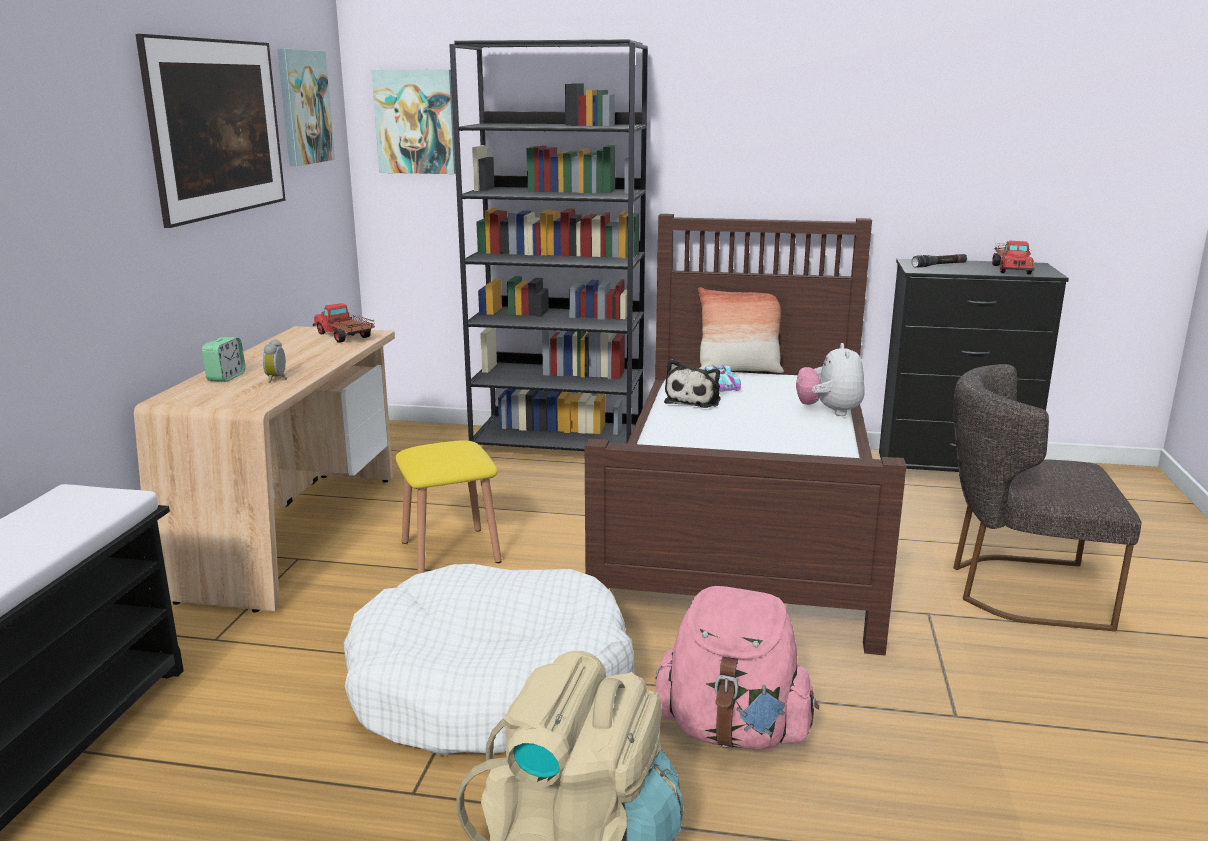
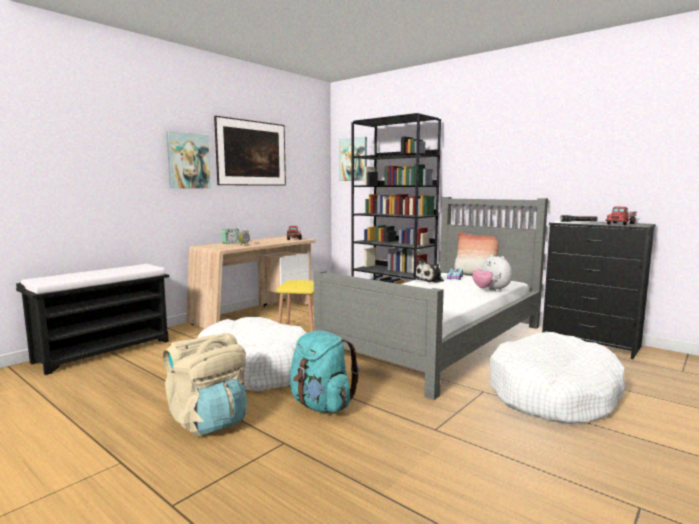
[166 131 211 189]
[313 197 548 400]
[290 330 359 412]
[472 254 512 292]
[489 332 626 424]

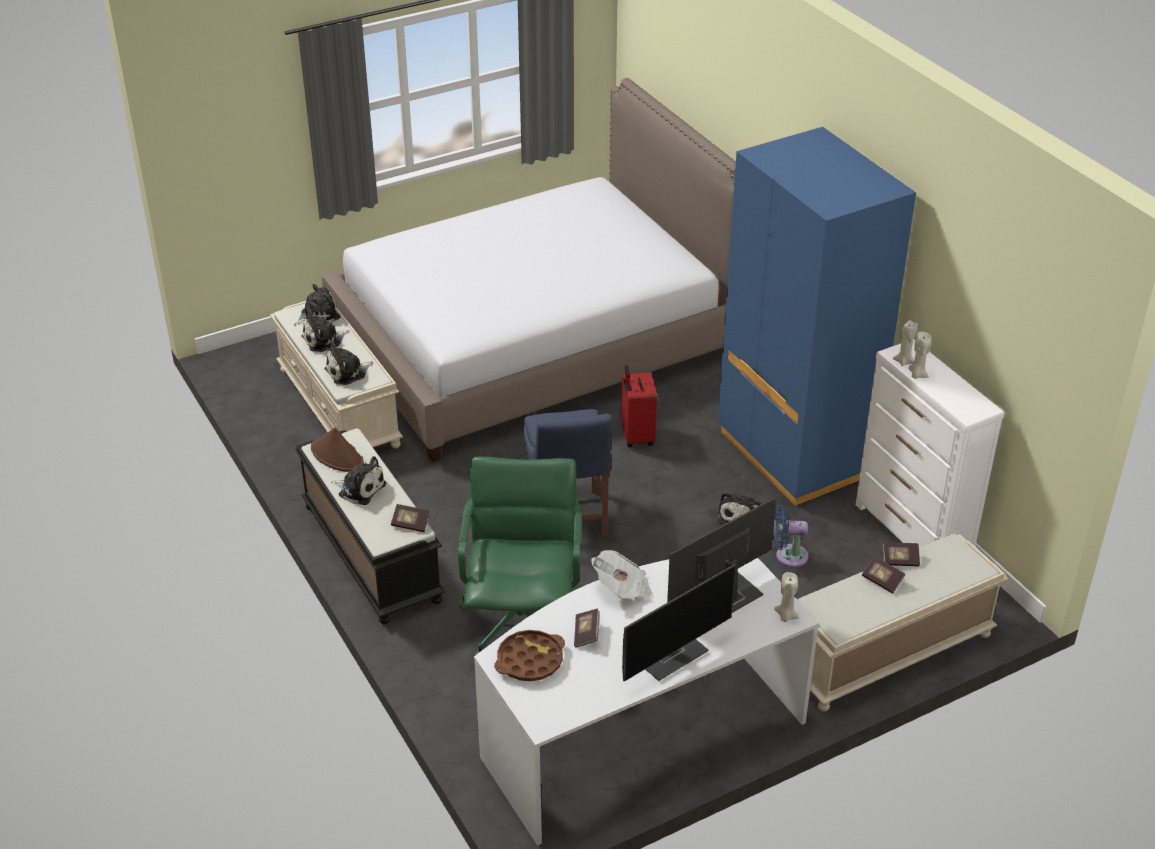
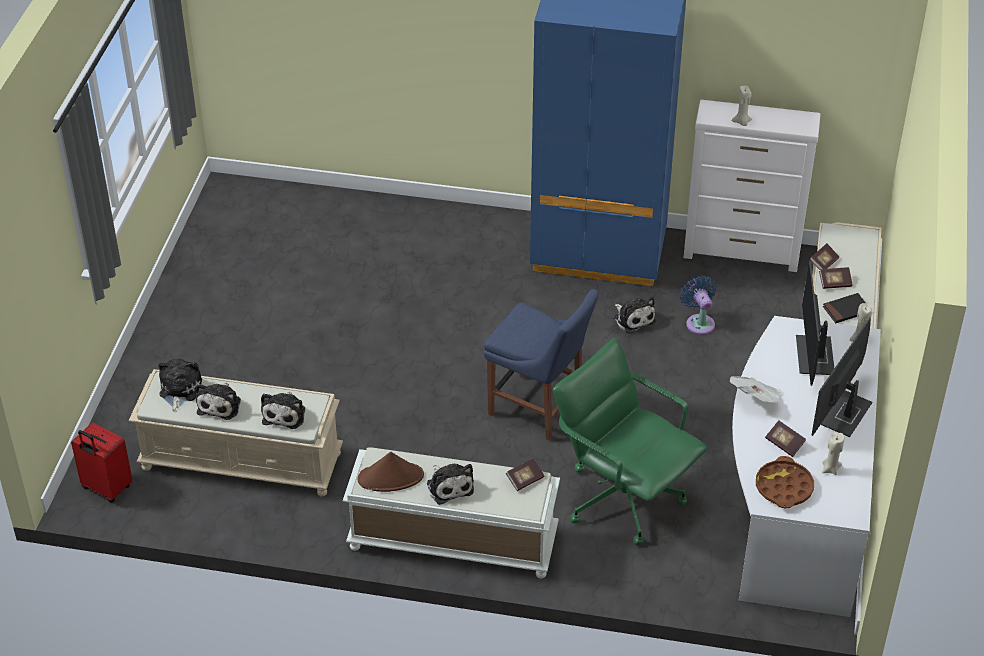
[343 447 560 579]
[322 78 736 462] (first image)
[427 464 474 505]
[71 423 133 502]
[812 318 873 437]
[680 276 717 335]
[822 433 844 475]
[823 293 866 323]

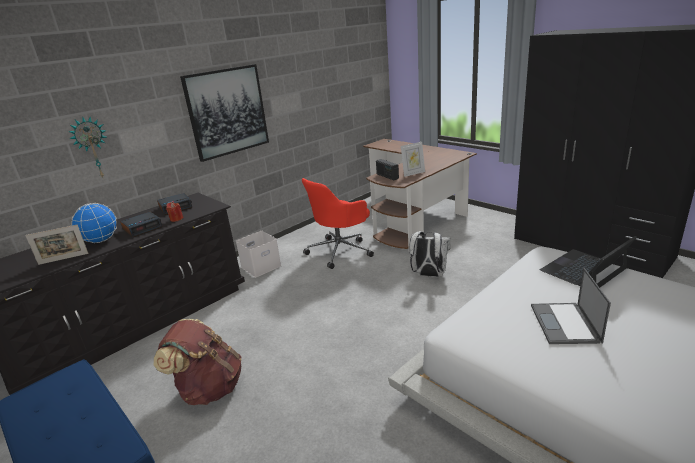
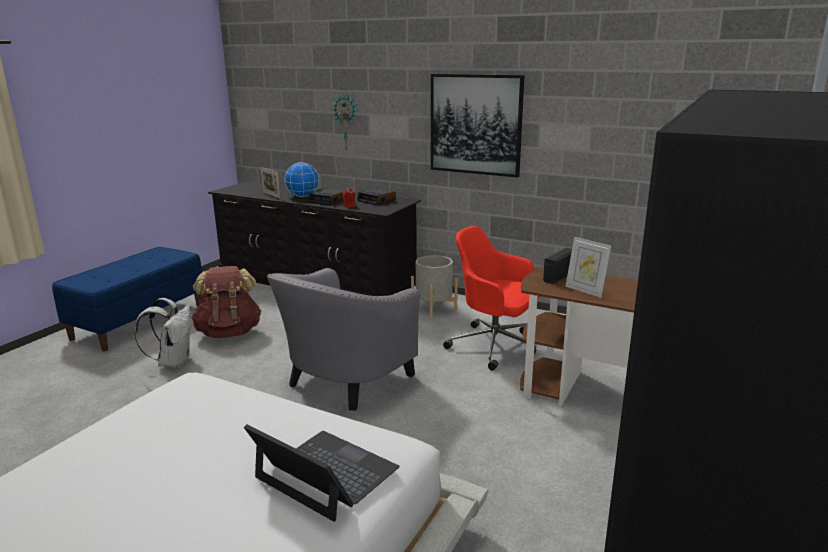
[411 255 458 318]
[135 298 191 368]
[531 268 611 344] (first image)
[267 268 420 411]

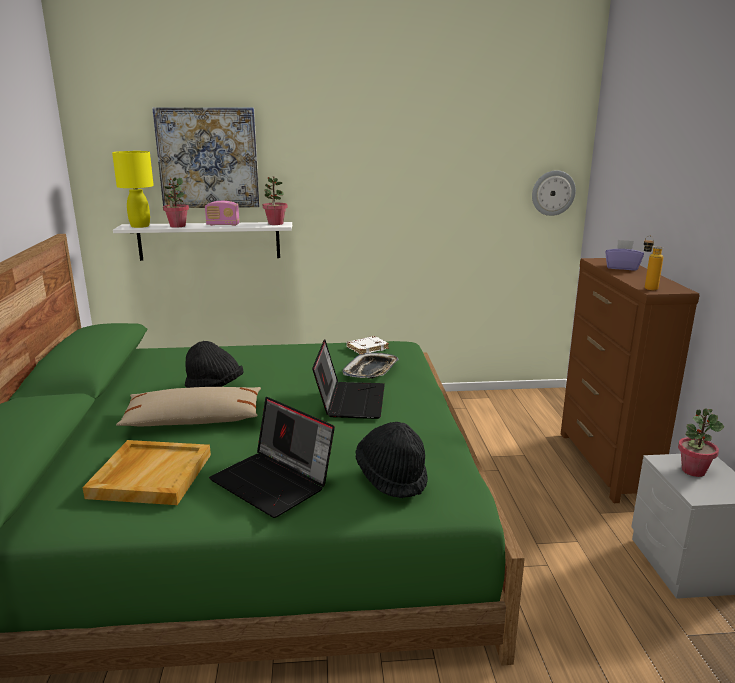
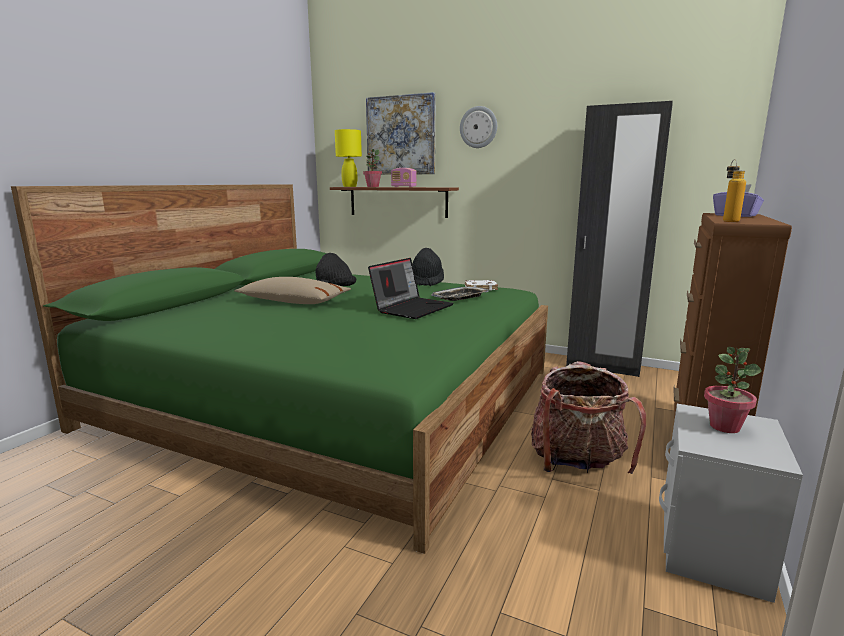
[83 440 211 505] (first image)
[330 187 459 218]
[209 397 335 518] (first image)
[263 177 288 225] (first image)
[412 248 444 286]
[460 106 497 148]
[531 361 646 474]
[566 101 673 377]

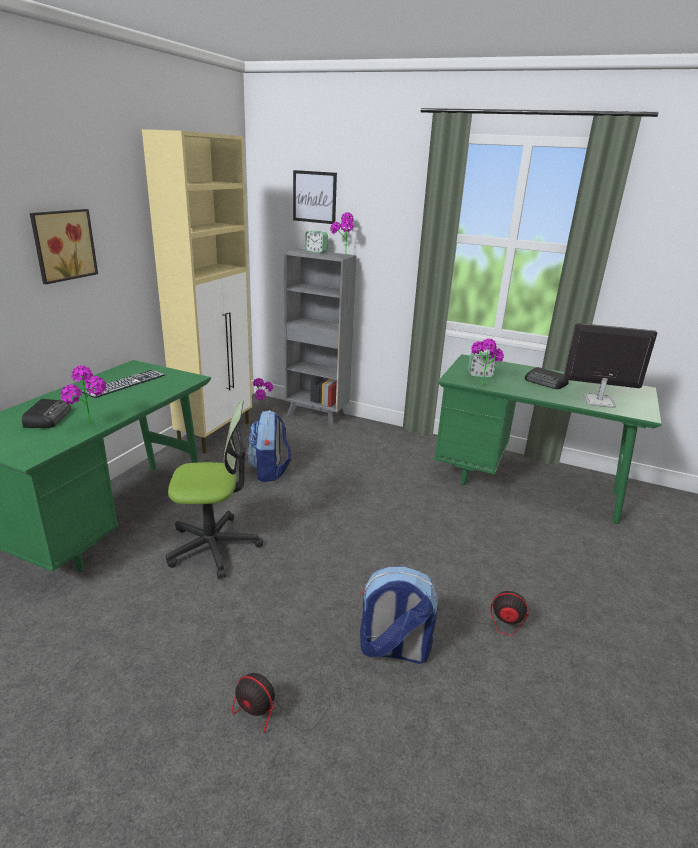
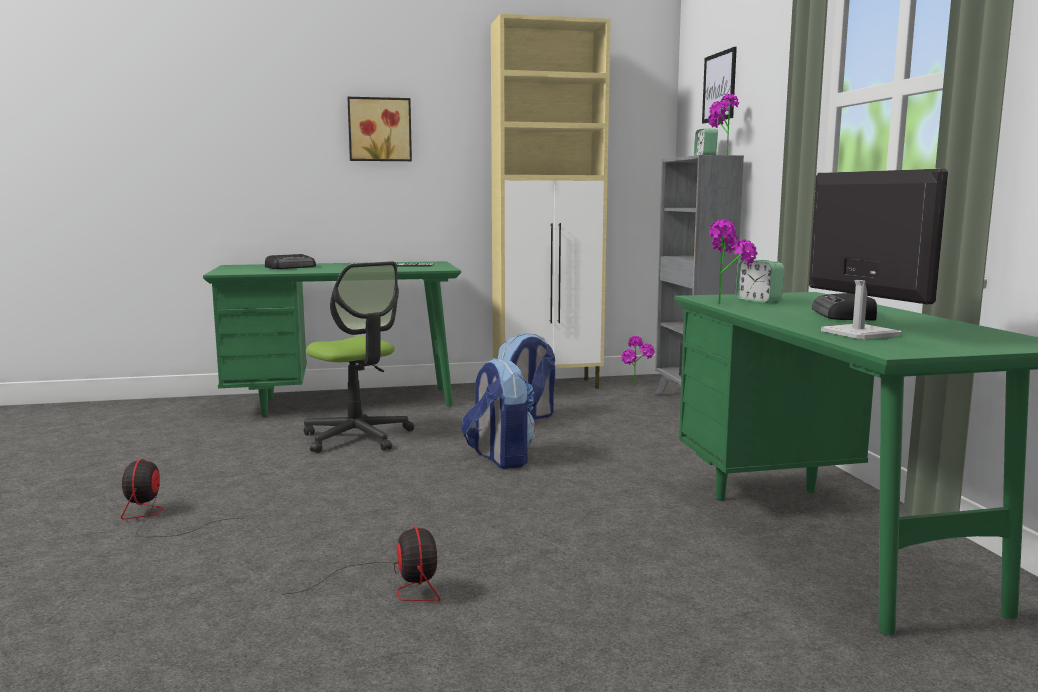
[60 365 107 424] (first image)
[461 358 535 469]

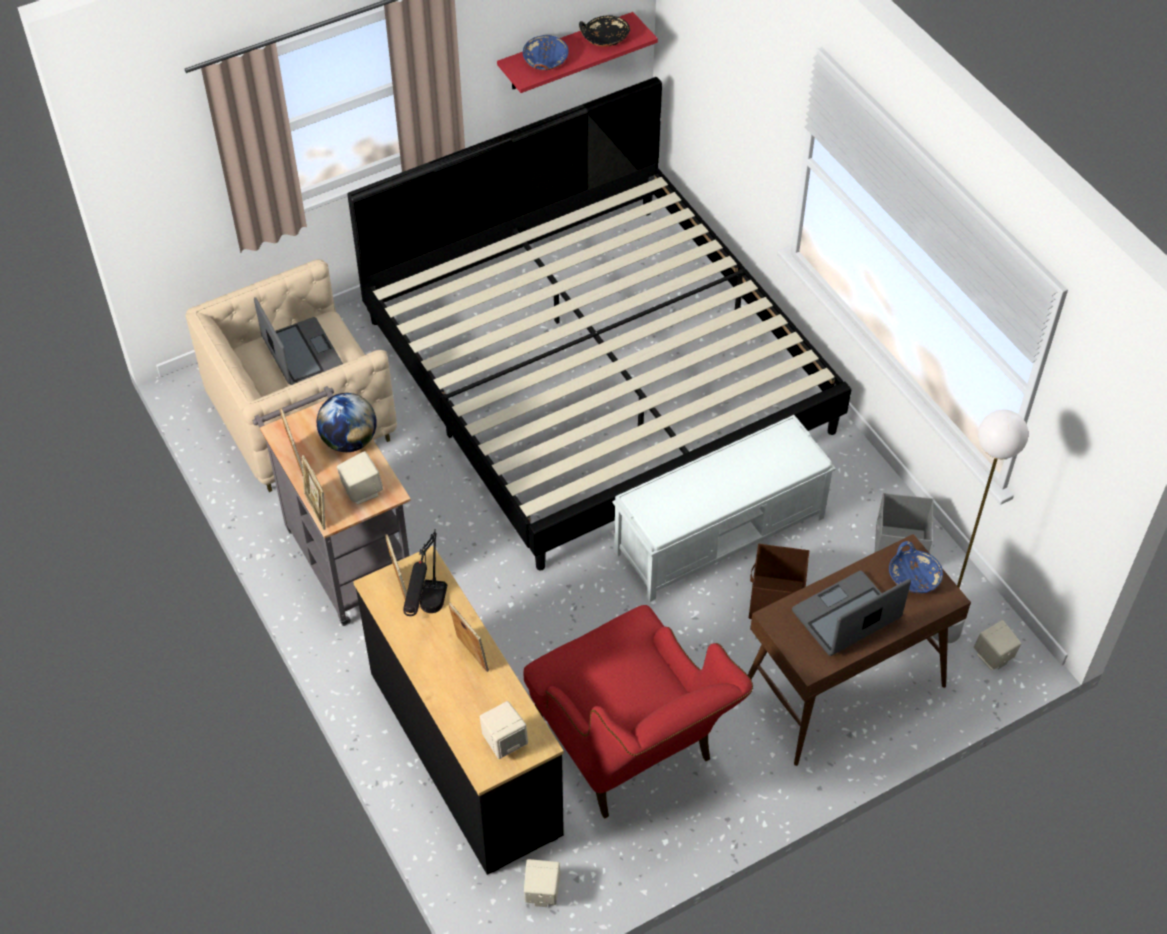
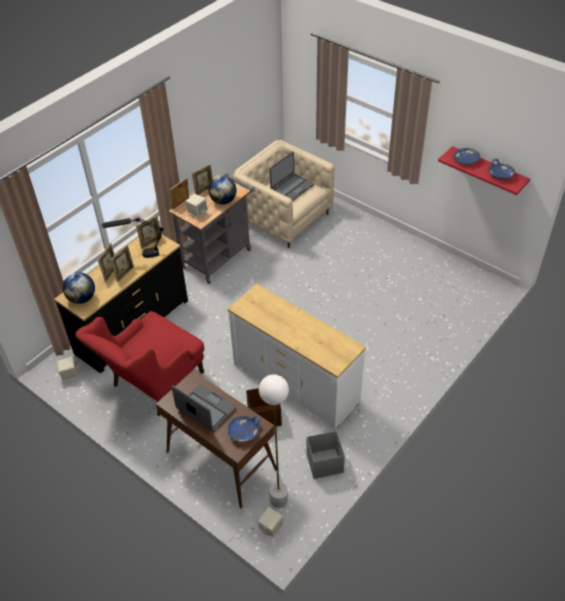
[347 77 851 570] (first image)
[63 272 95 304]
[488 158 515 179]
[227 283 366 430]
[98 243 115 282]

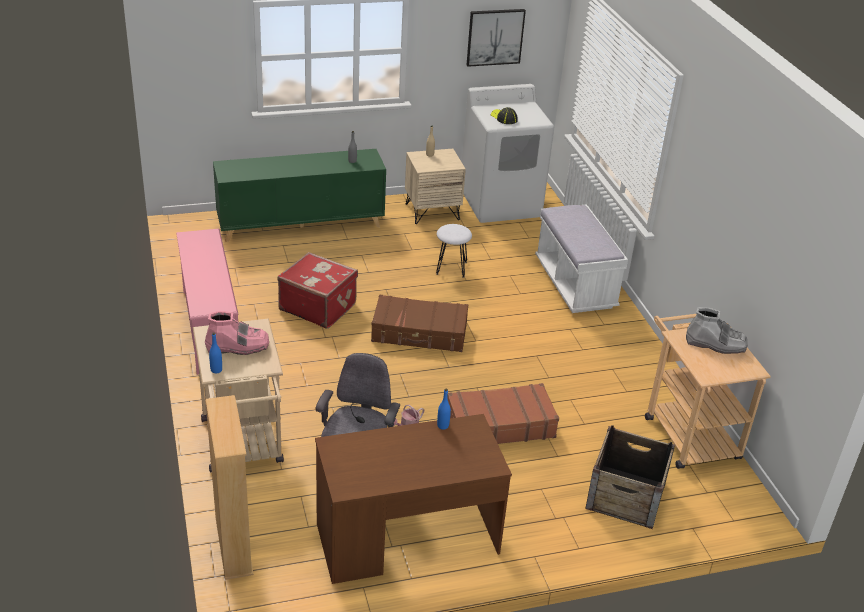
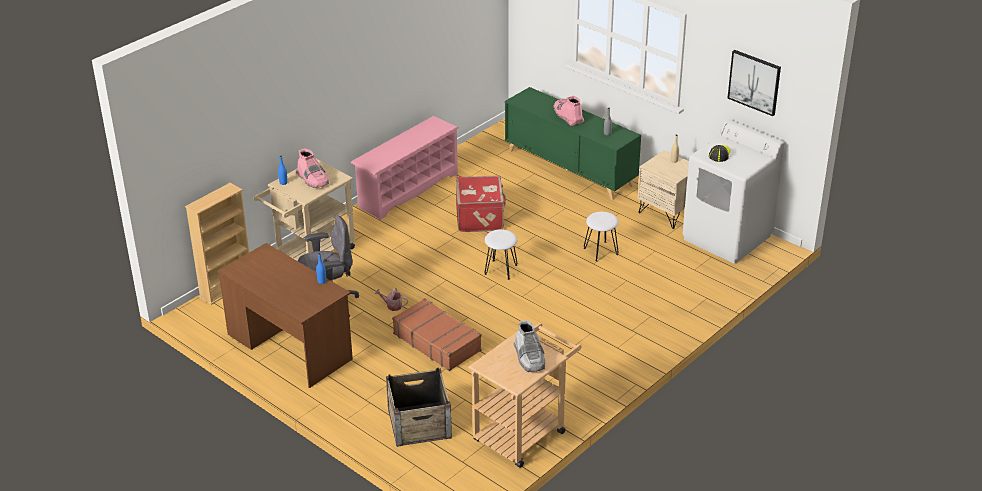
[485 229 517 280]
[535 204 628 313] (first image)
[553 96 584 126]

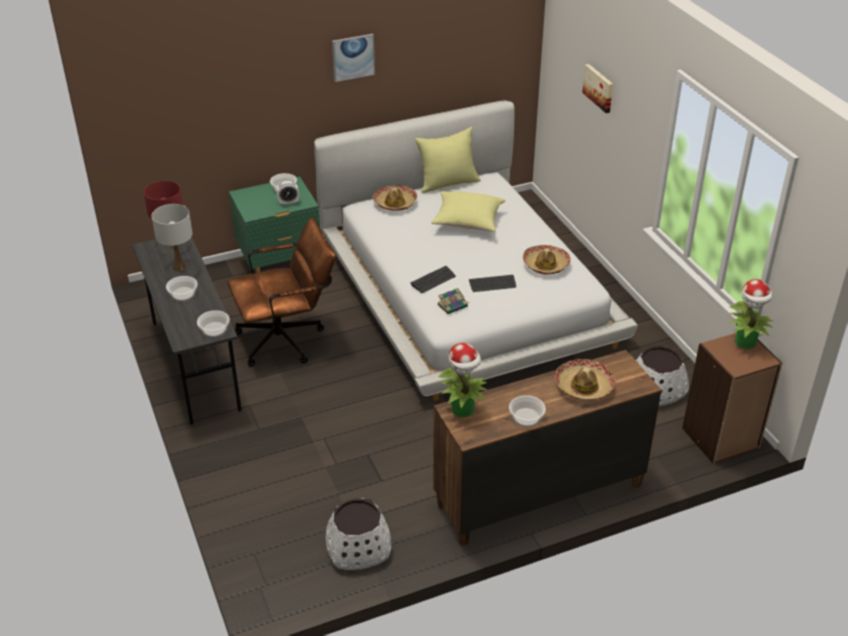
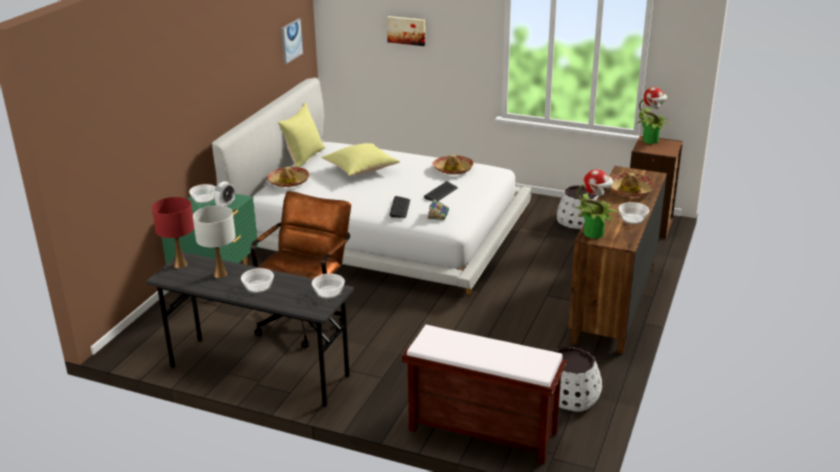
[281 18 303 64]
[402 325 567 464]

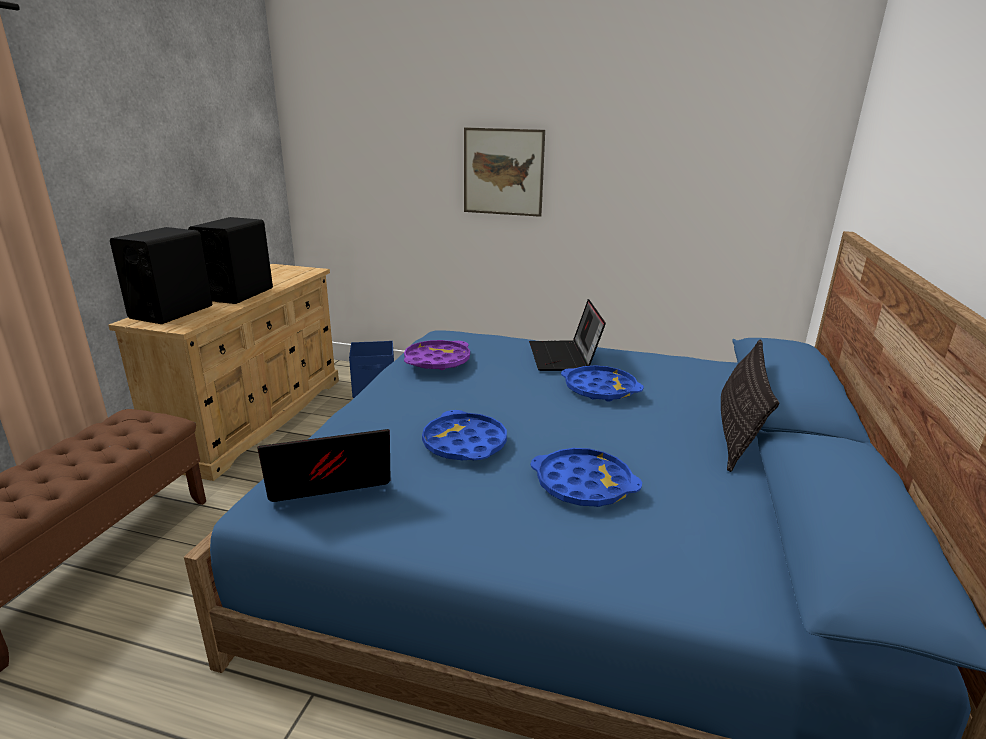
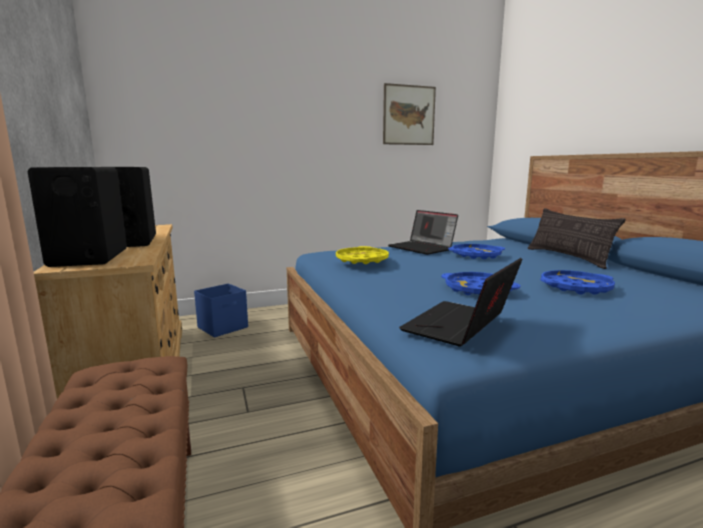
[336 246 389 264]
[383 83 436 145]

